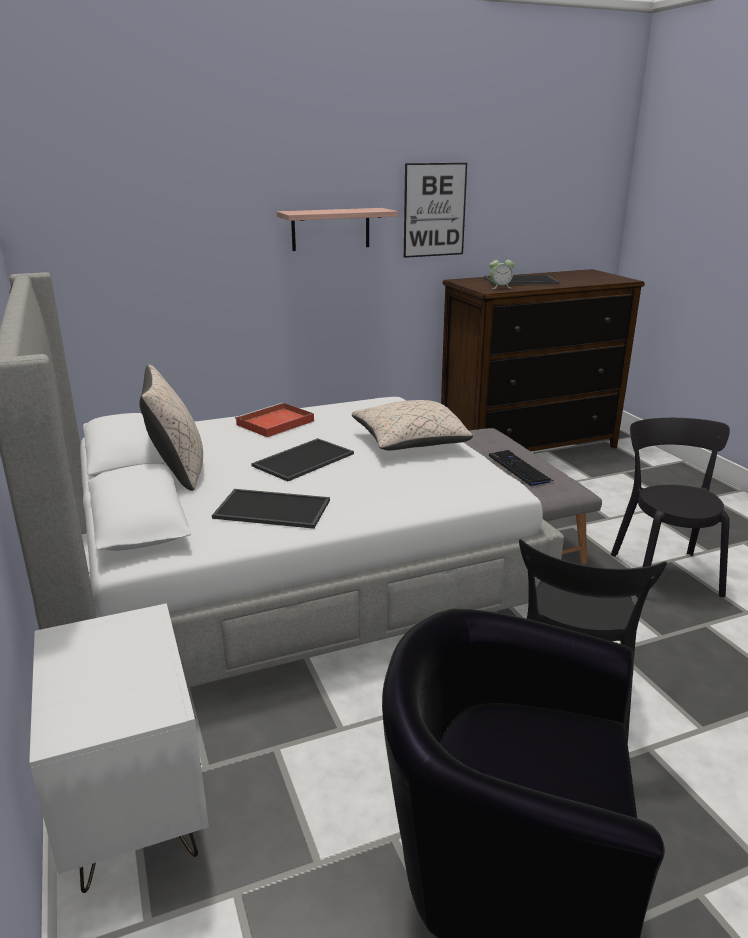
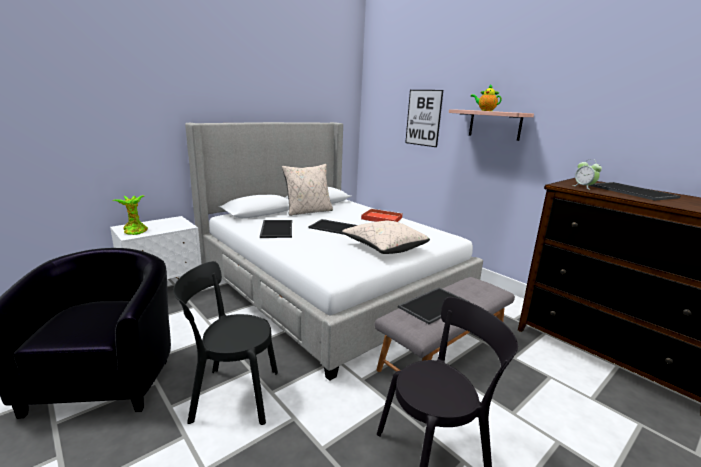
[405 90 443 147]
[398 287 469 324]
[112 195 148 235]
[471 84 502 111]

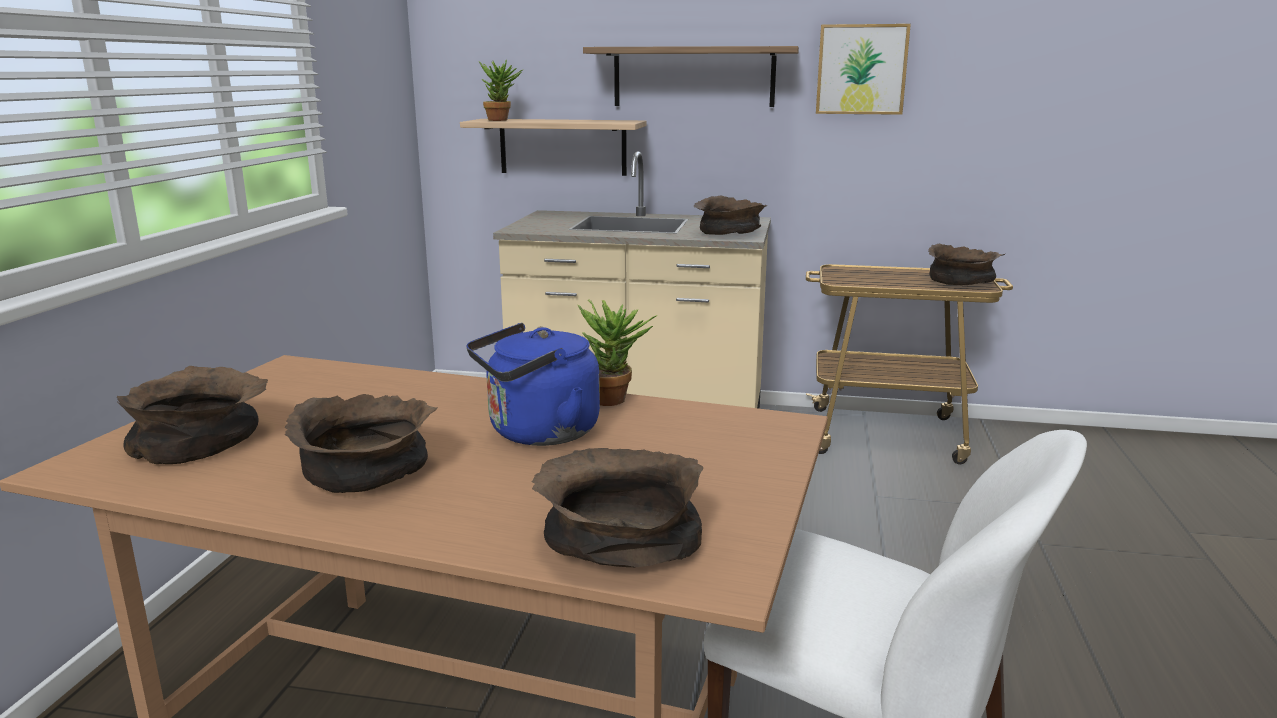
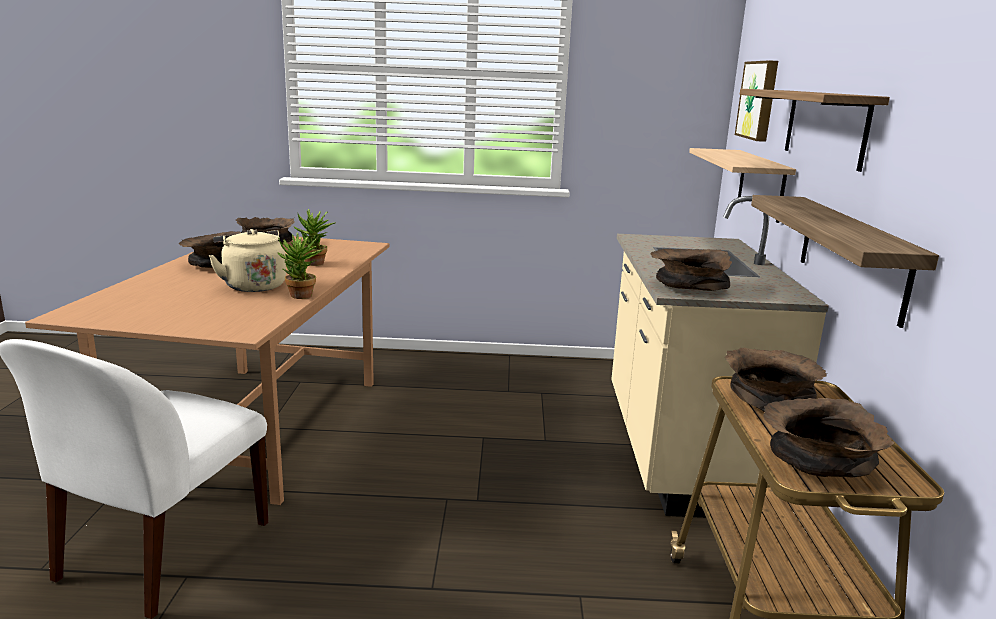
[208 229 286 292]
[293 209 335 266]
[725 348 827 412]
[735 60 778 142]
[751 195 939 328]

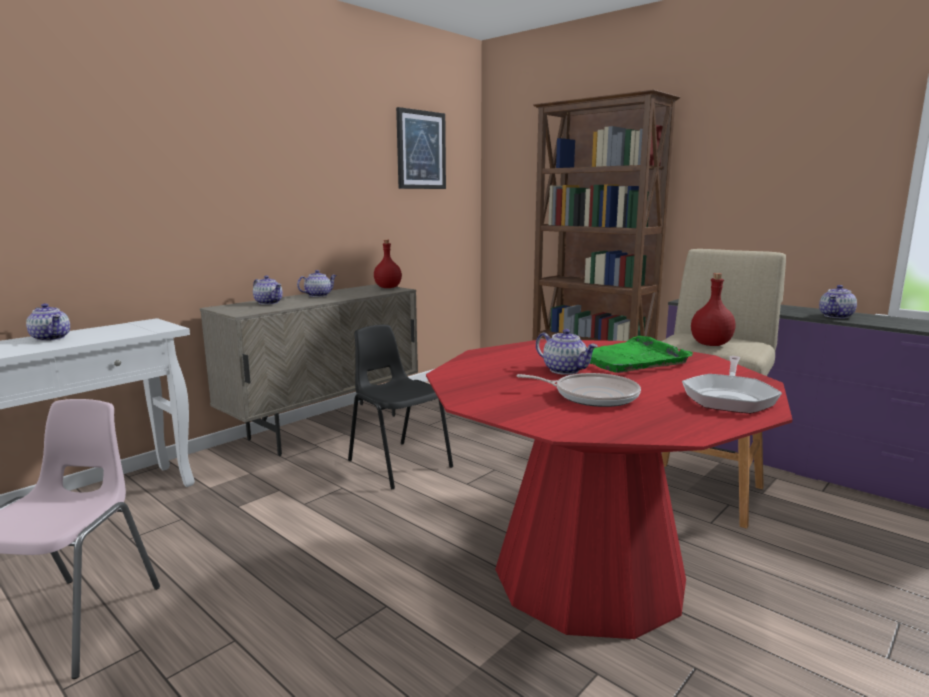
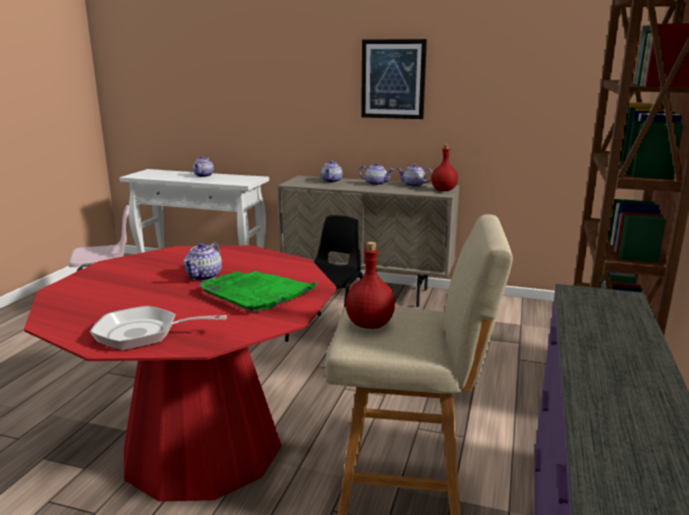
[361 39 427 119]
[516 373 641 407] (first image)
[396 163 433 187]

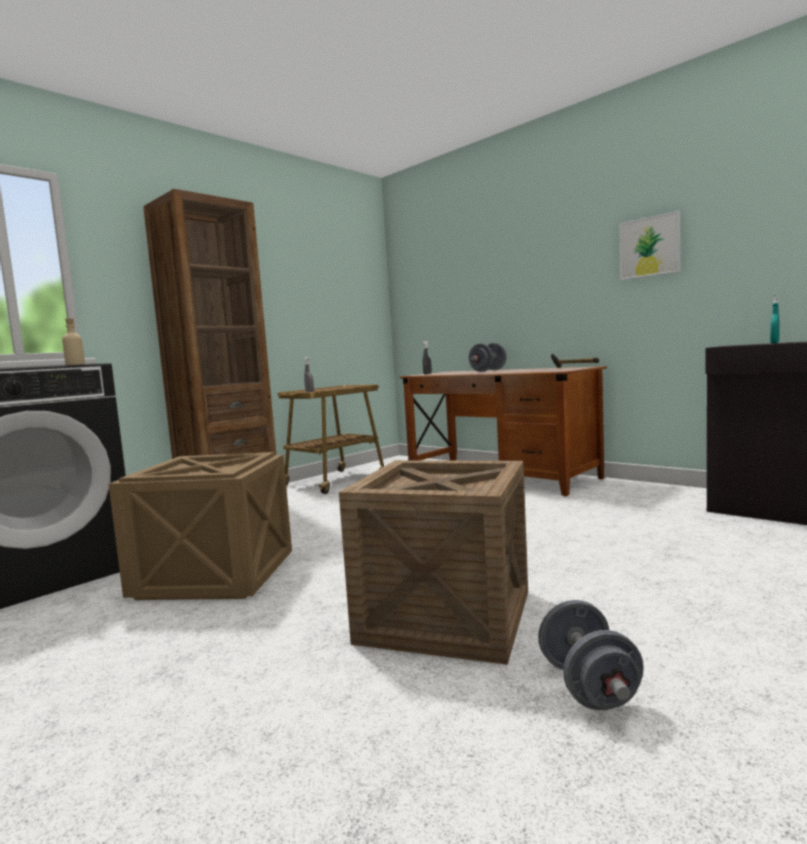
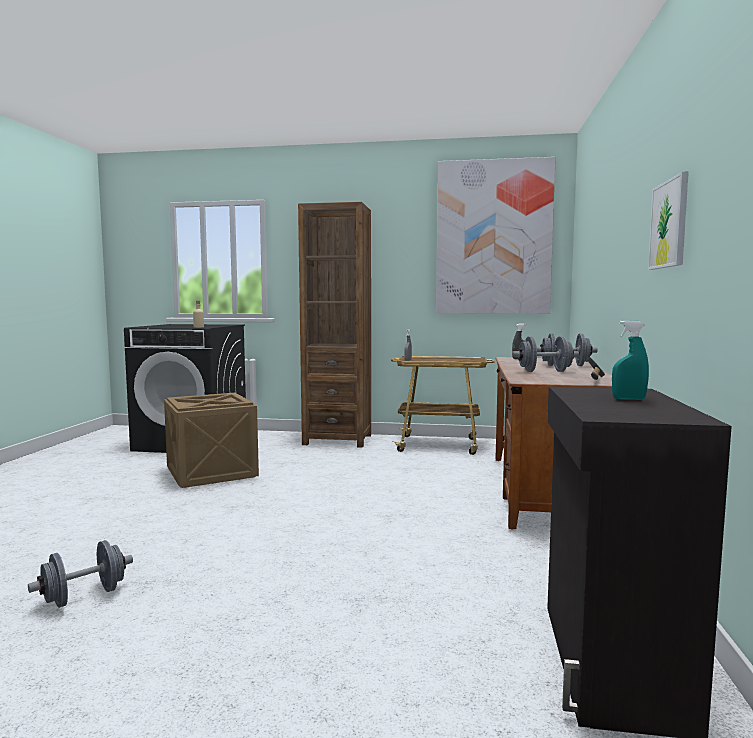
[339 460 528 665] (first image)
[436 157 556 314]
[512 336 579 372]

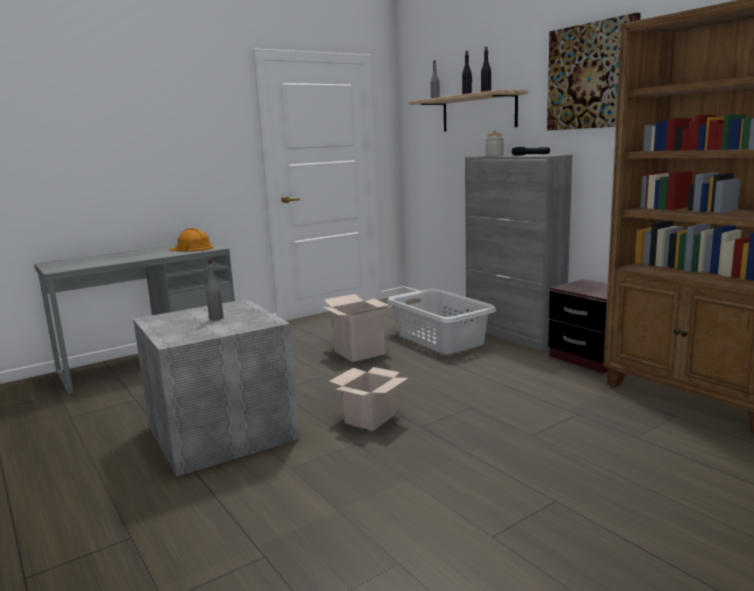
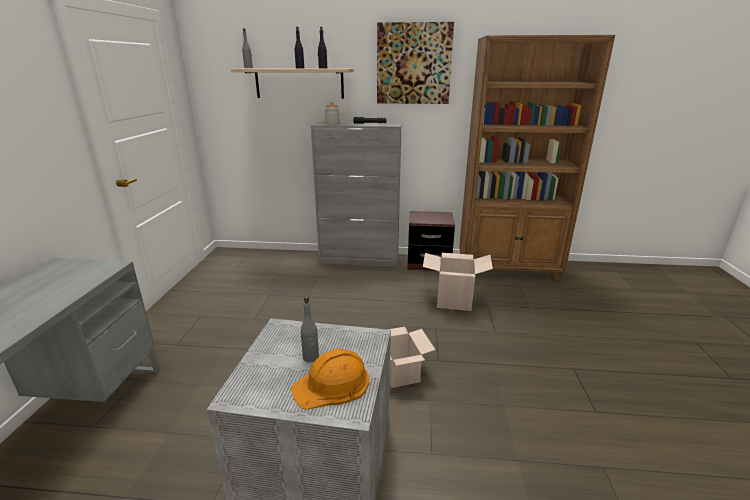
[291 349 370 410]
[423 253 493 311]
[387 289 496 354] (first image)

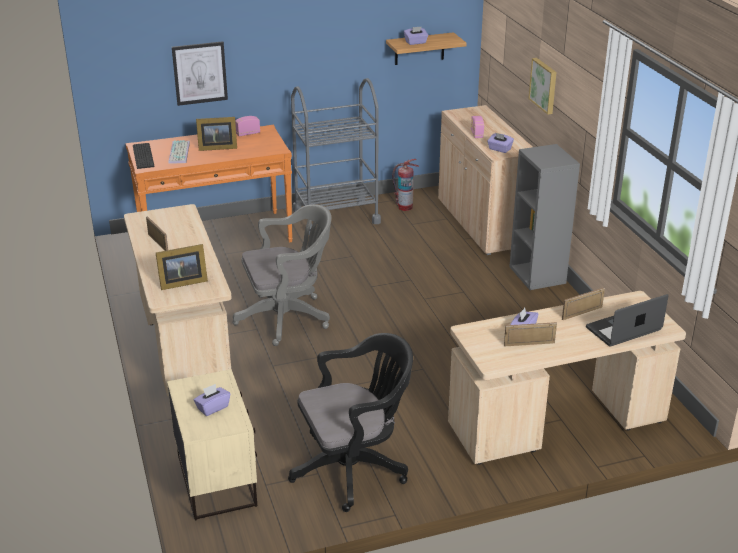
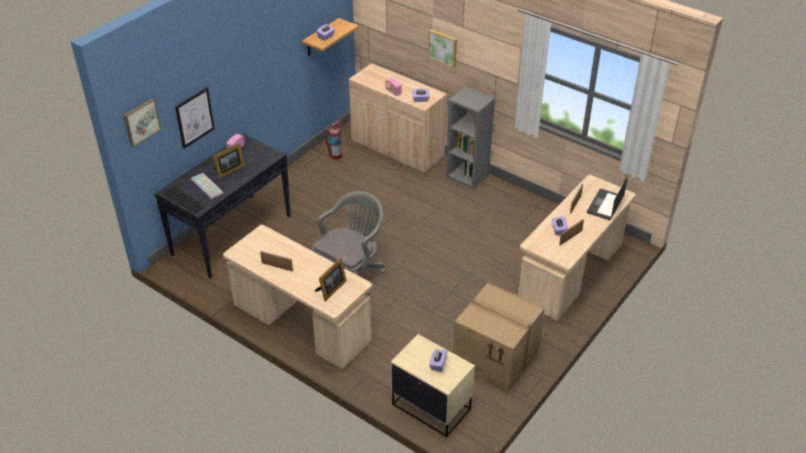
[155 134 291 279]
[453 283 545 392]
[291 78 381 235] (first image)
[123 98 161 147]

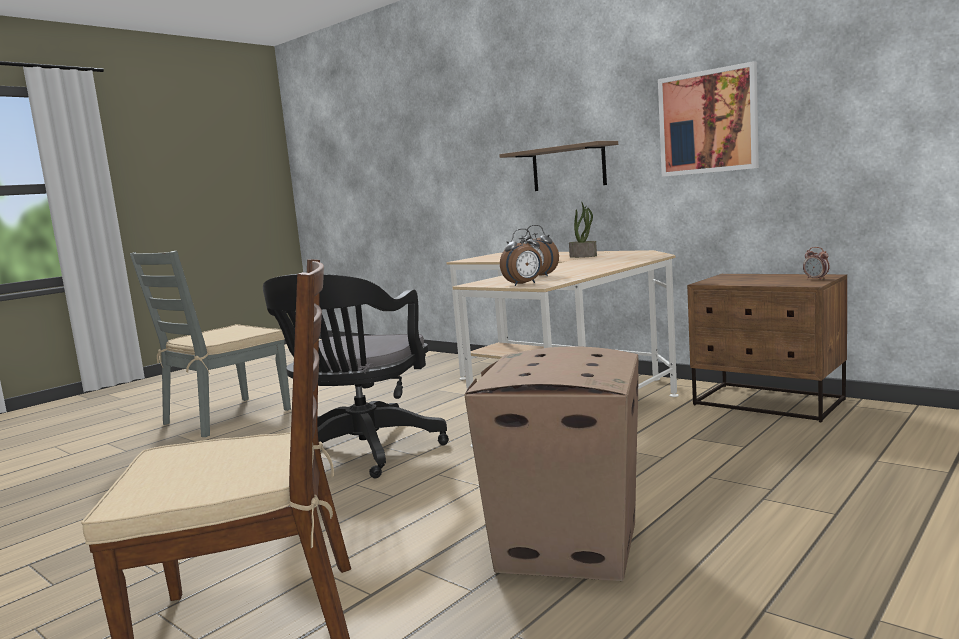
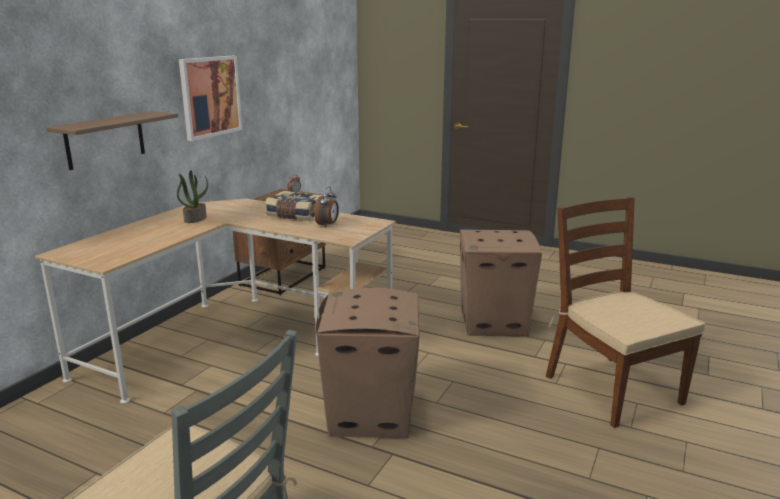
[316 288 419 438]
[500 229 542 286] (first image)
[265 191 324 221]

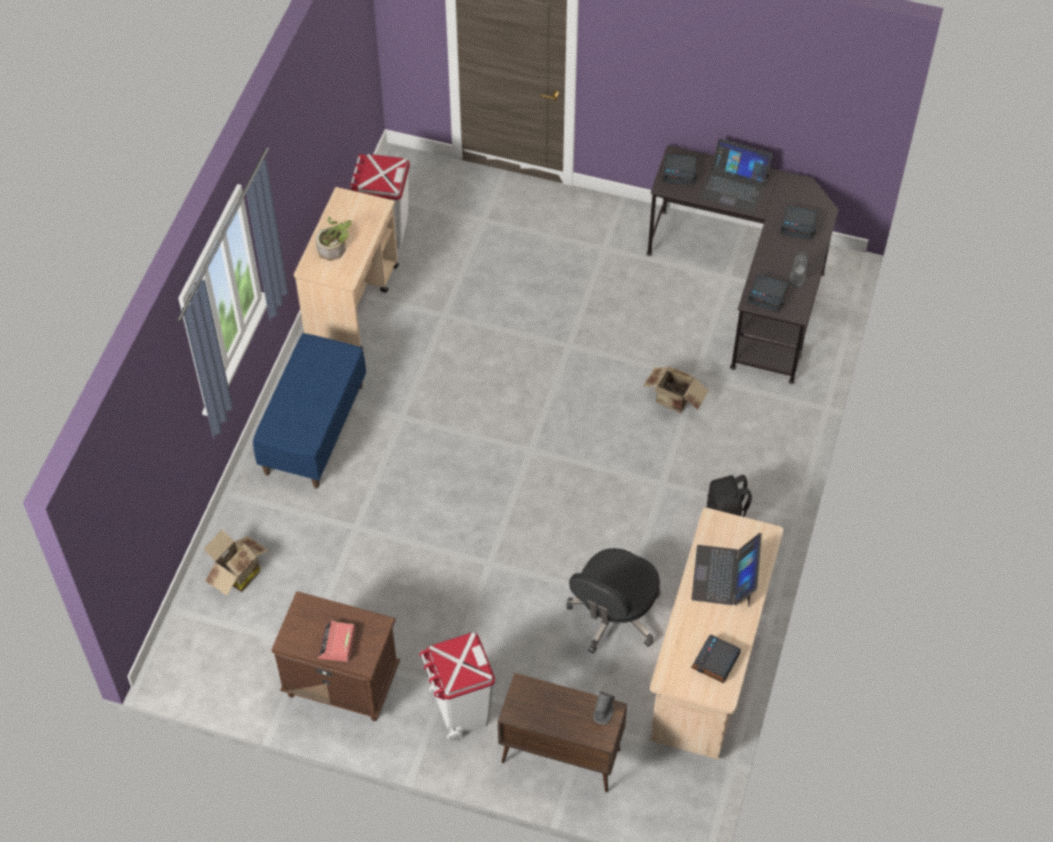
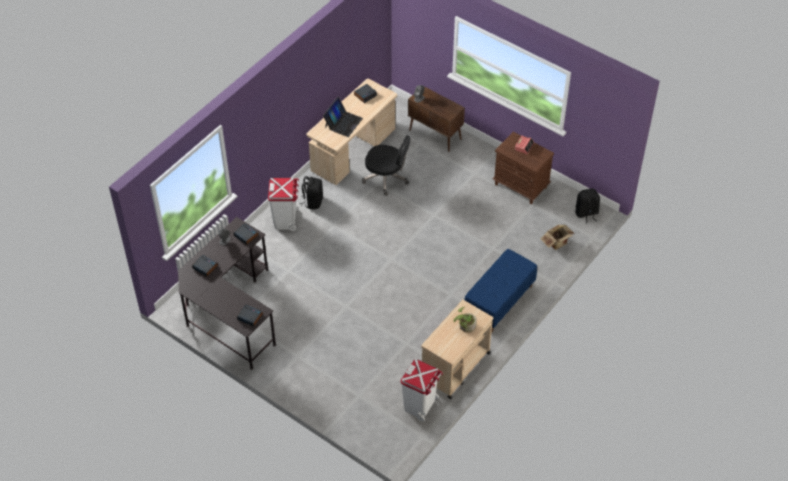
[268 178 299 231]
[362 135 411 196]
[643 367 709 413] (first image)
[699 138 772 213] (first image)
[575 188 600 224]

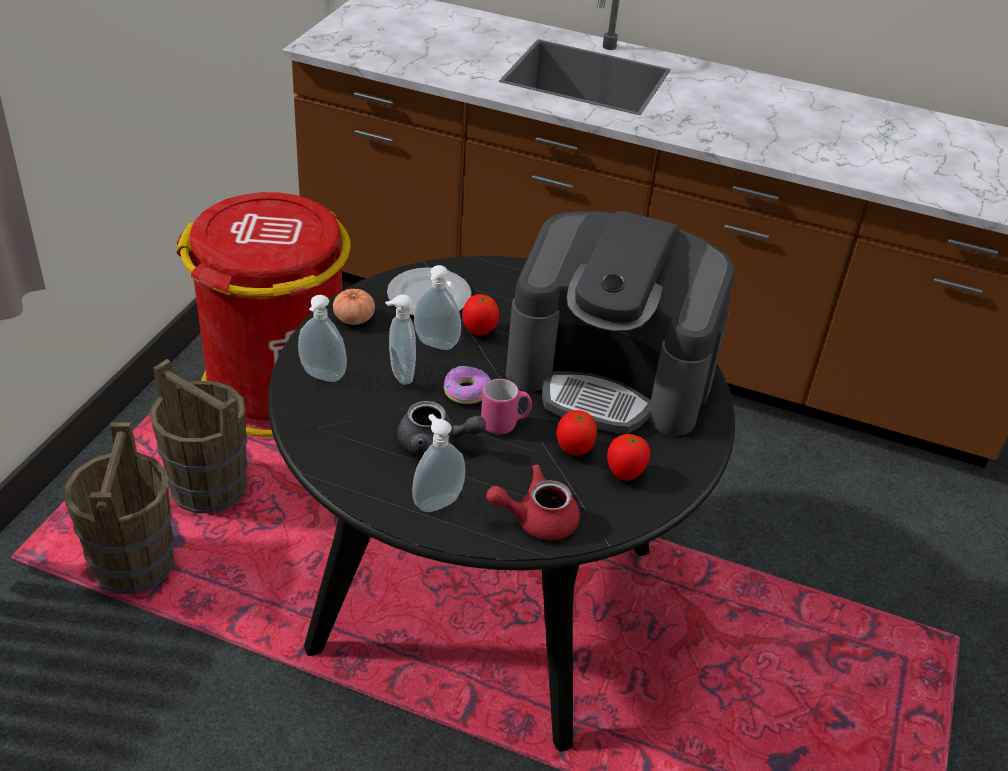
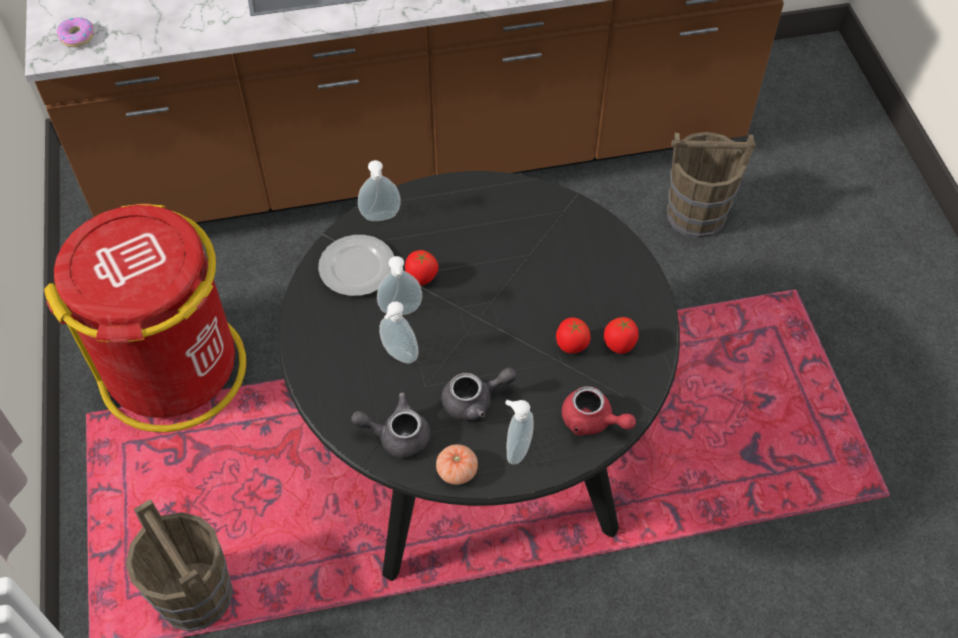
[667 132 756 238]
[358 160 401 221]
[436 444 478 485]
[57 17 94 47]
[481 379 532 434] (first image)
[562 386 636 436]
[506 211 735 436] (first image)
[351 392 431 459]

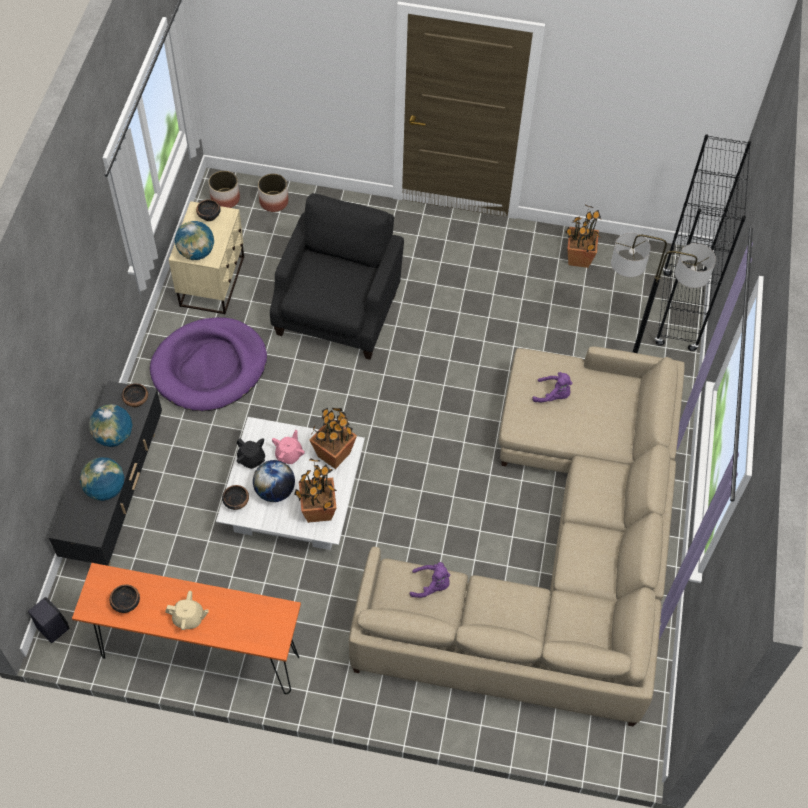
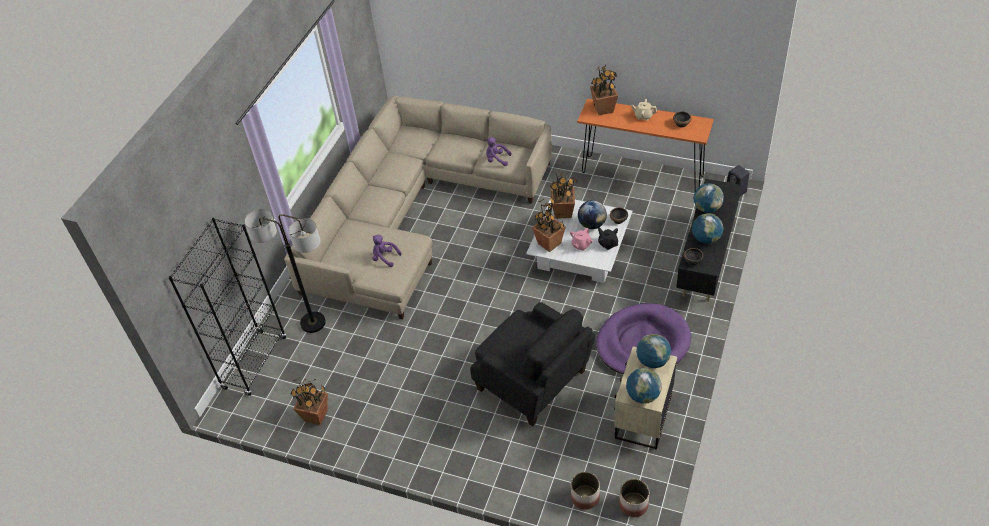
[626 368 662 404]
[470 302 595 426]
[590 65 618 115]

